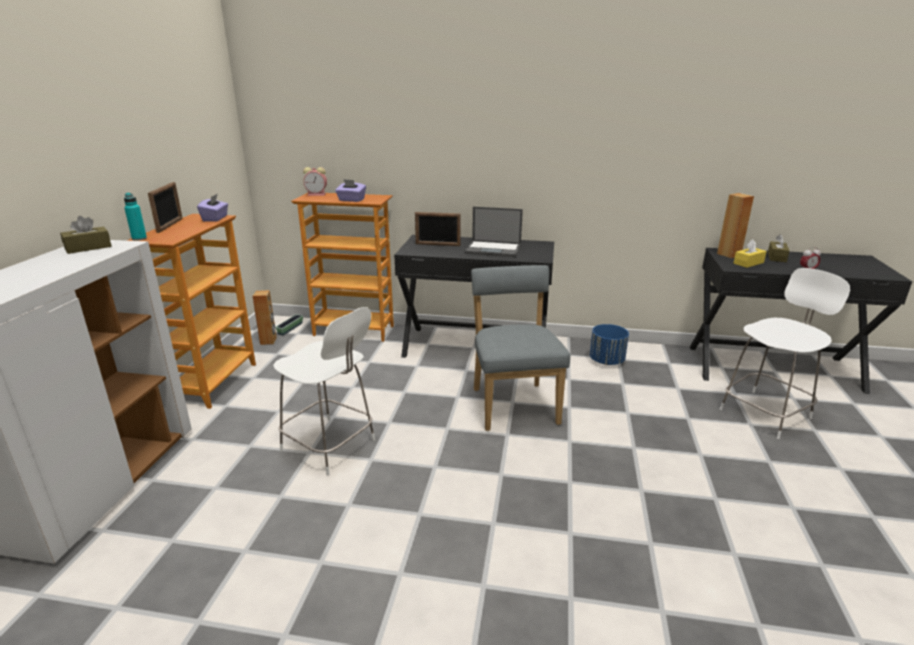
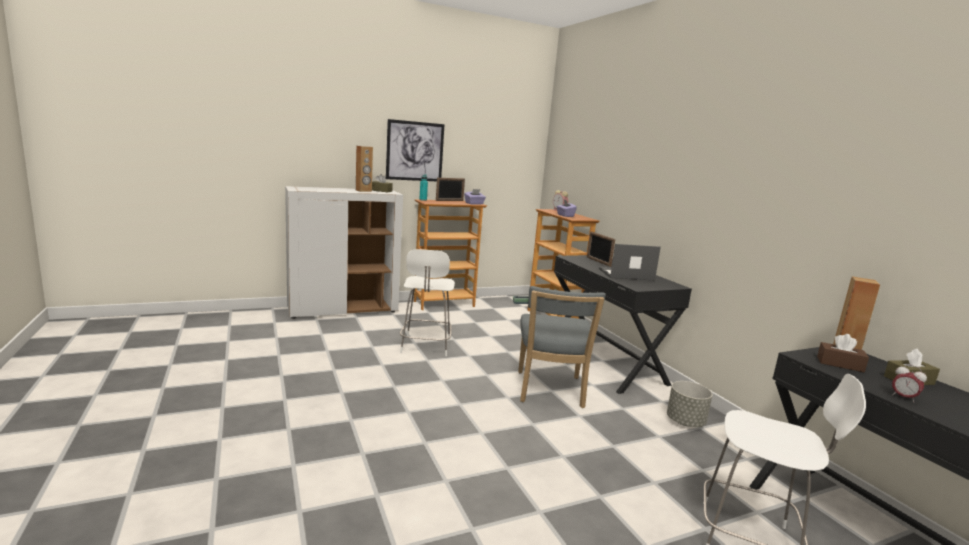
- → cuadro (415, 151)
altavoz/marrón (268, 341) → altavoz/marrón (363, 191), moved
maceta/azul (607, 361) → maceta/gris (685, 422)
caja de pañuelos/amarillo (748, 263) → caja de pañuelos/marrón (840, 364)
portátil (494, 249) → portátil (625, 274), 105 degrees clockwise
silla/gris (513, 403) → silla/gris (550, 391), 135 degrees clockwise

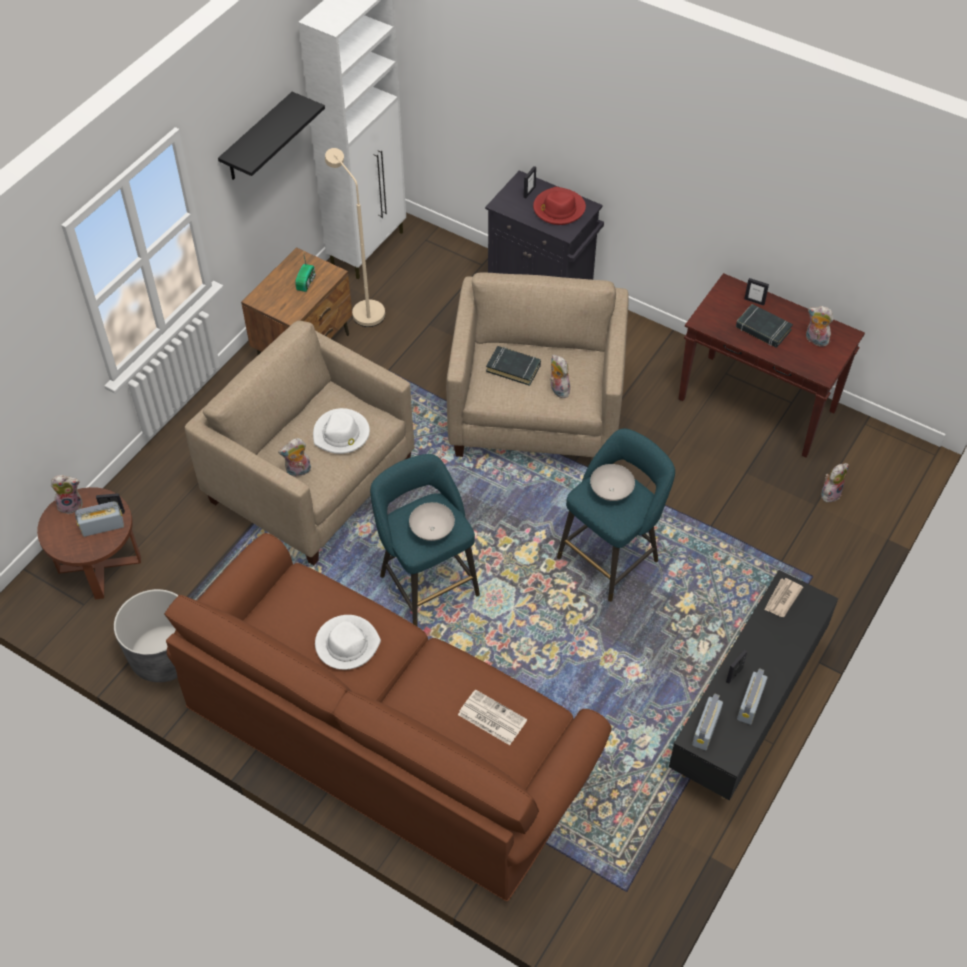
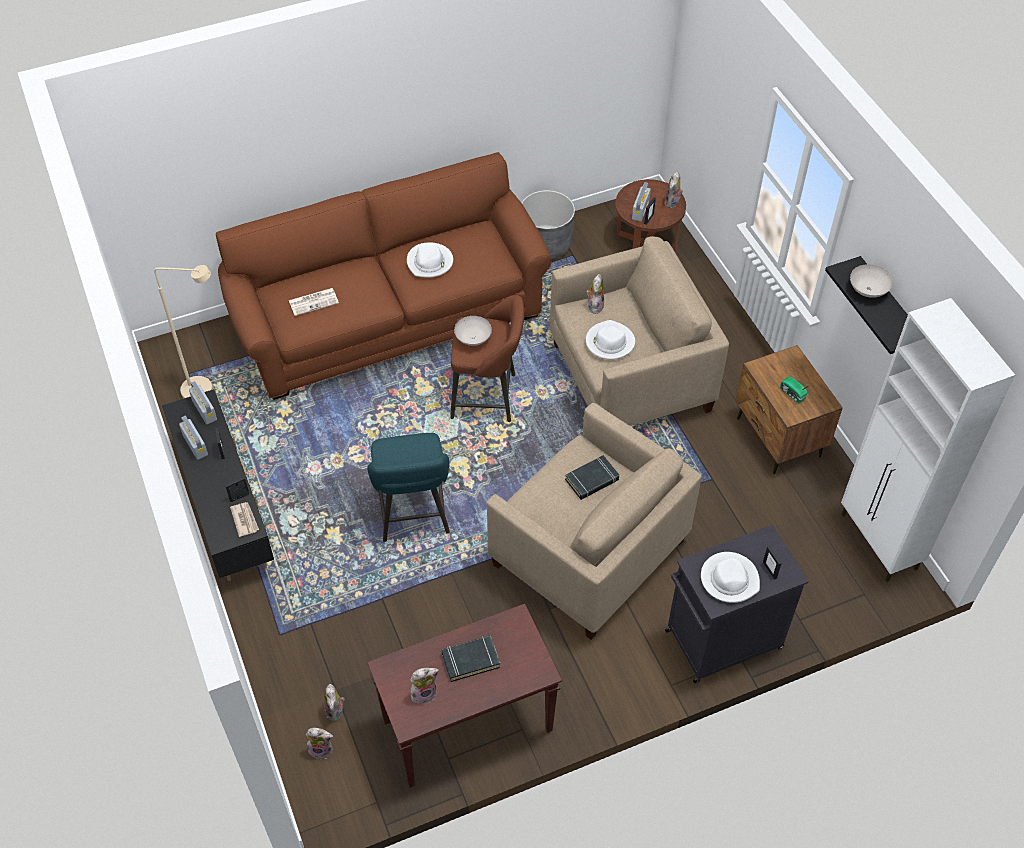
lámpara de pie/beis (363, 309) → lámpara de pie/beis (206, 390), moved
peluche (557, 389) → peluche (322, 749), moved
cuenco/blanco (611, 491) → cuenco/blanco (868, 290), moved
portarretratos (754, 301) → portarretratos (239, 497), moved
taburete/turquesa (426, 581) → taburete/marrón (488, 397)
sombrero/rojo (558, 209) → sombrero/blanco (729, 579)

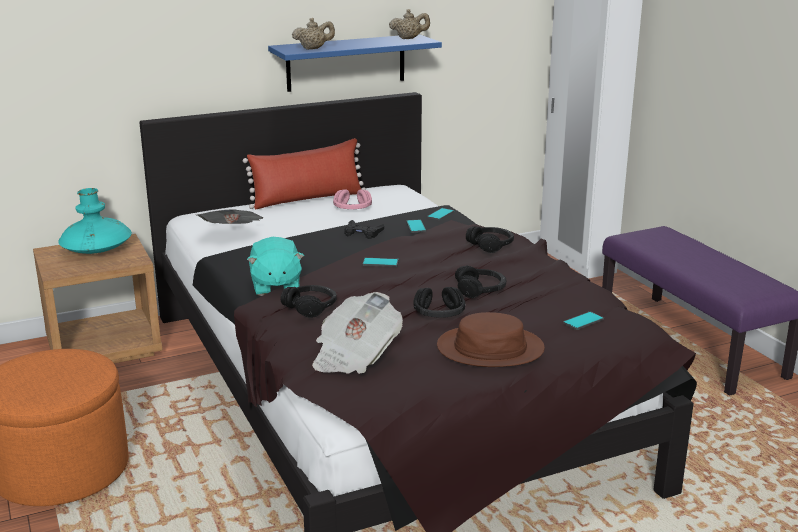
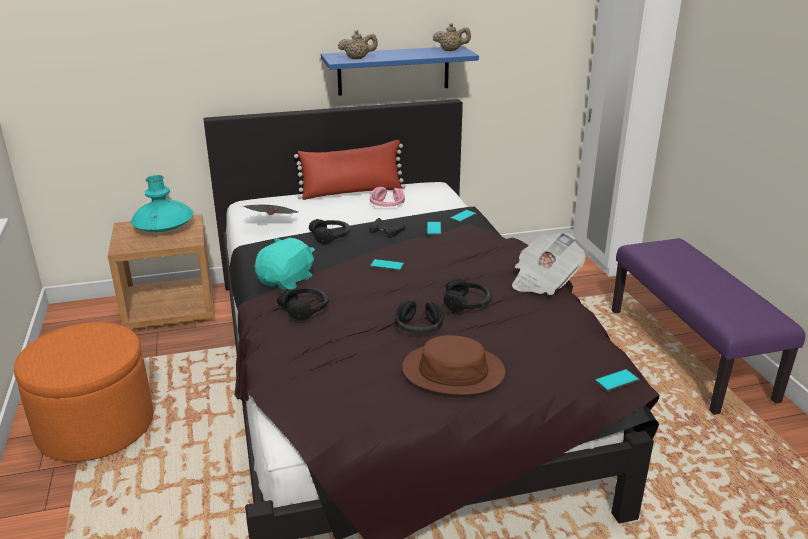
periódico (354, 356) → periódico (544, 281), moved
auriculares/negro (491, 245) → auriculares/negro (330, 237), moved
móvil (583, 321) → móvil (616, 380), moved
peluche/turquesa (275, 286) → peluche/turquesa (287, 282), 150 degrees counterclockwise

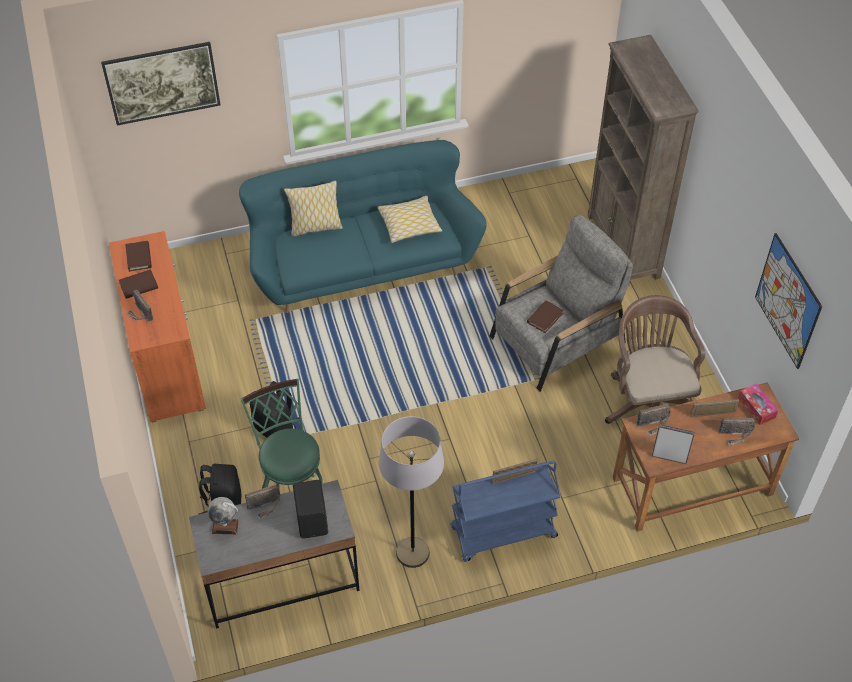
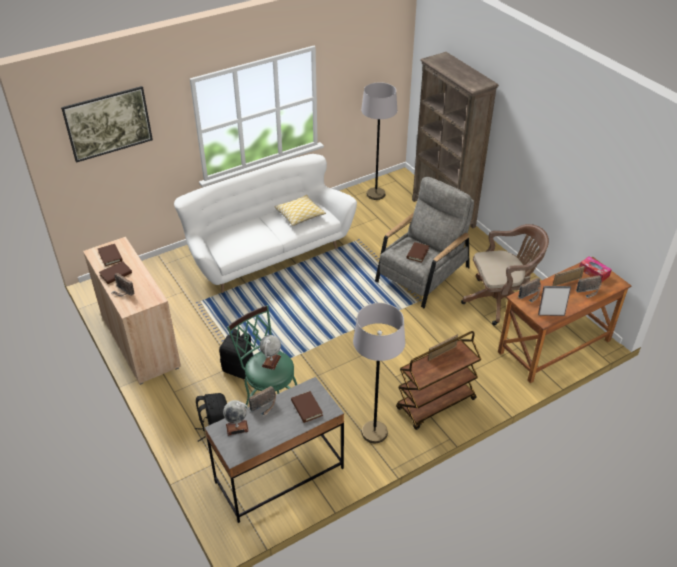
cojín (315, 227) → -
cuadro (787, 301) → -
- → globo terráqueo (271, 361)
- → lámpara de pie/gris (376, 194)
altavoz/negro (313, 520) → libro/marrón (306, 408)
armario/naranja (167, 362) → armario/beis (140, 341)
sofá/turquesa (362, 264) → sofá/blanco (267, 253)
carrito/azul (503, 533) → carrito/marrón (436, 404)
silla de oficina/marrón (647, 402) → silla de oficina/marrón (500, 301), 105 degrees clockwise

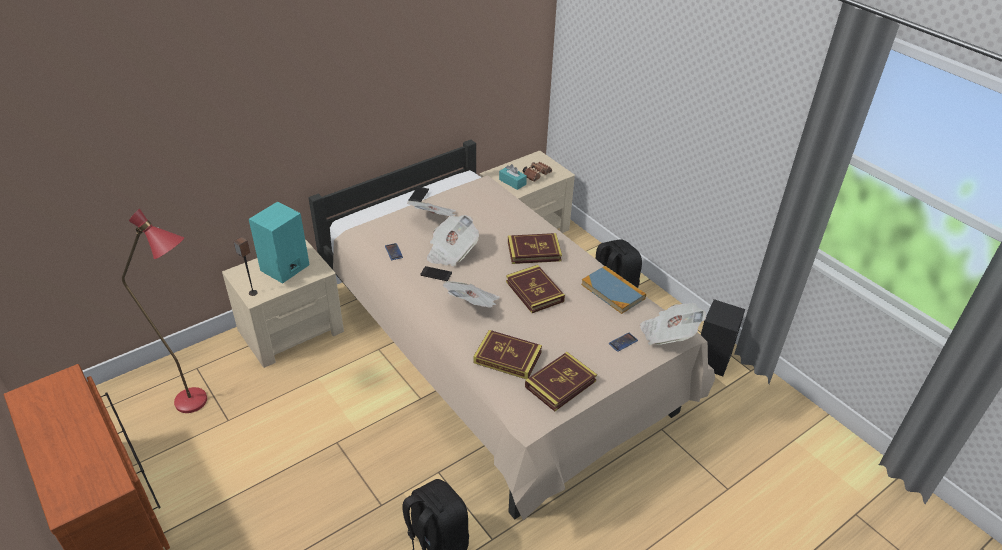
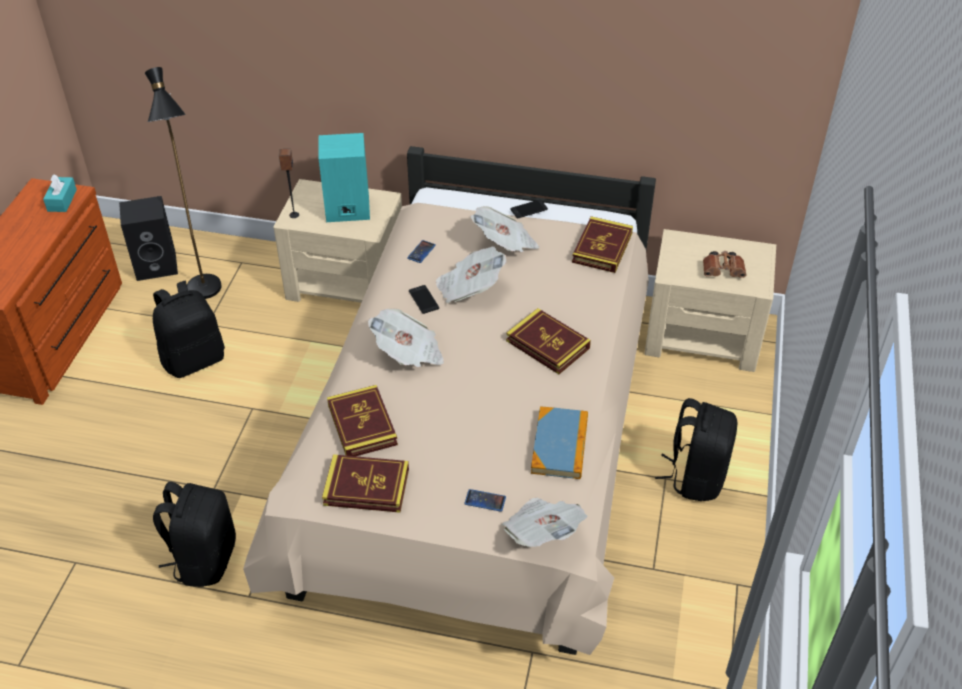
- → mochila/negro (194, 359)
caja de pañuelos/turquesa (512, 182) → caja de pañuelos/turquesa (62, 200), moved
libro (534, 291) → libro (602, 248), moved
altavoz/negro (711, 358) → altavoz/negro (157, 265), moved
lámpara de pie/rojo (201, 404) → lámpara de pie/negro (207, 296)

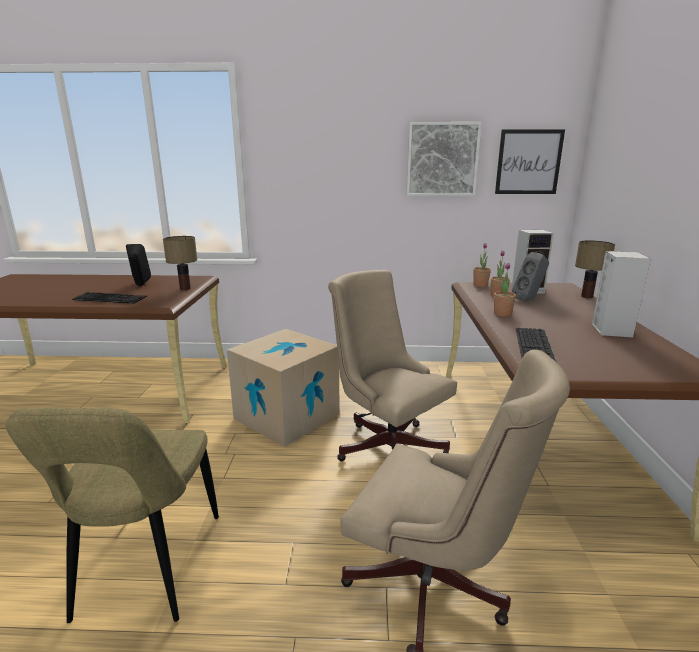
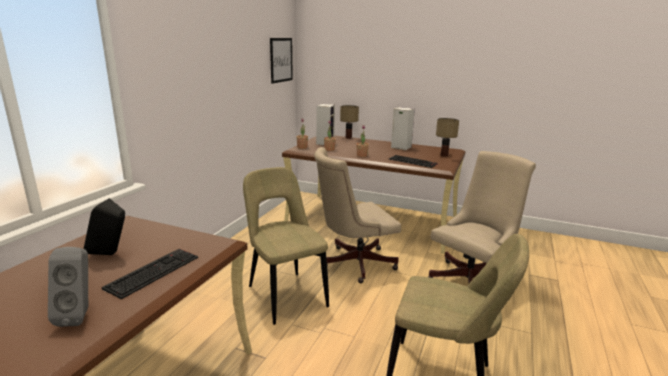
cuadro (442, 159) → -
lámpara de mesa (185, 288) → lámpara de mesa (443, 155), moved
altavoz/gris (529, 299) → altavoz/gris (80, 315), moved
caja de cartón (287, 416) → silla/beis (285, 294)

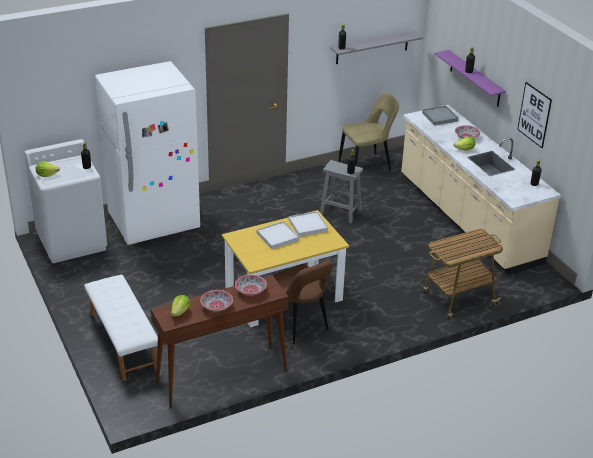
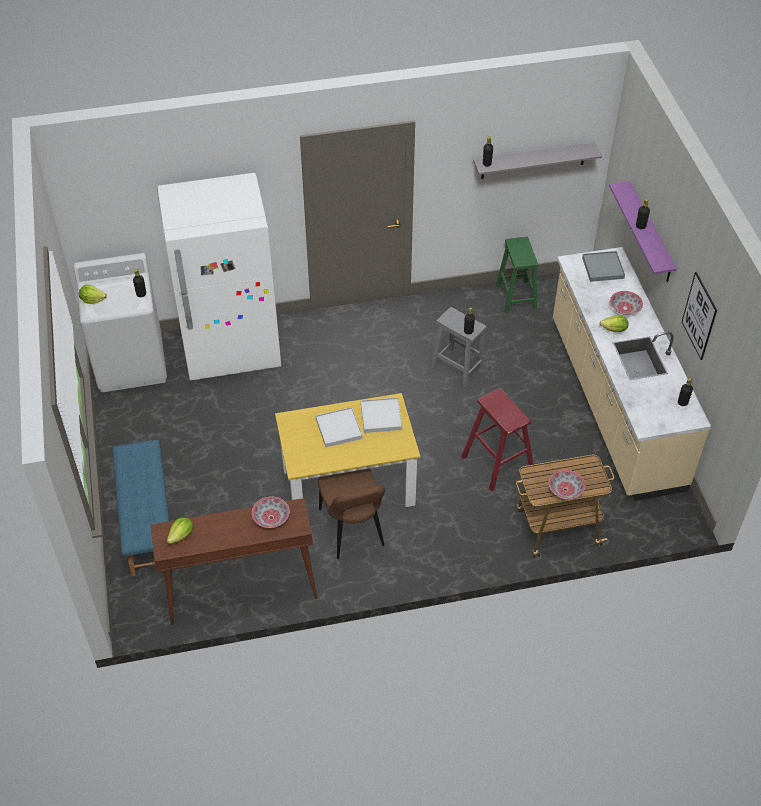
- → taburete/rojo (497, 462)
cuenco (216, 306) → cuenco (565, 490), moved
silla/beis (367, 165) → taburete/verde (516, 297)
banco/blanco (122, 341) → banco/azul (146, 520)

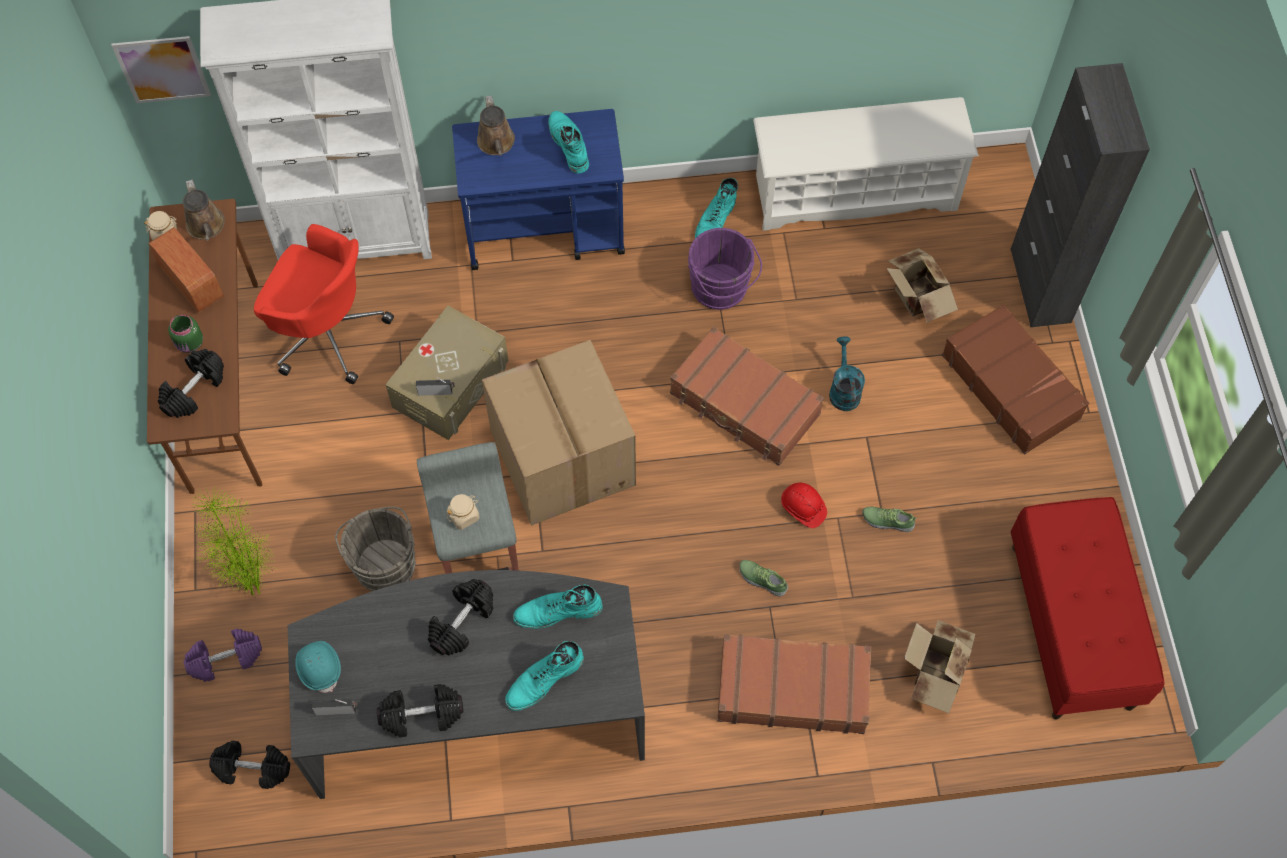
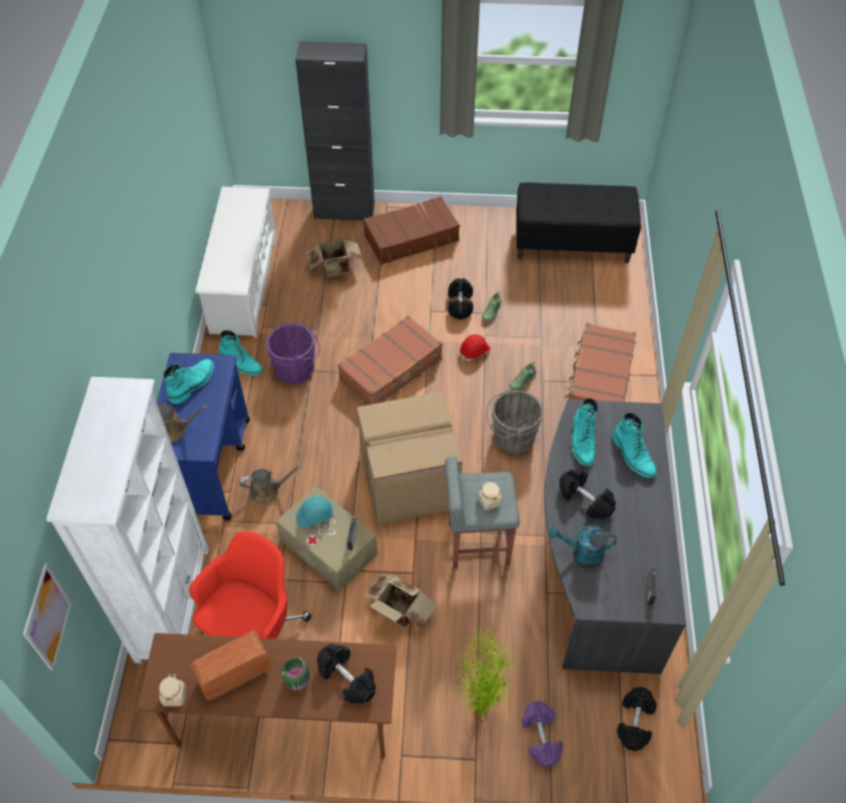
regadera/marrón (206, 226) → regadera/marrón (267, 491), moved
casco/turquesa (319, 667) → casco/turquesa (315, 516), moved
cubo/gris (384, 562) → cubo/gris (511, 437), moved
mancuerna/negro (422, 715) → mancuerna/negro (460, 305), moved
regadera/turquesa (843, 389) → regadera/turquesa (582, 552), moved
caja de cartón (934, 674) → caja de cartón (399, 613), moved
banco/rojo (1072, 626) → banco/negro (572, 243)
bota/turquesa (568, 144) → bota/turquesa (192, 384), 135 degrees clockwise

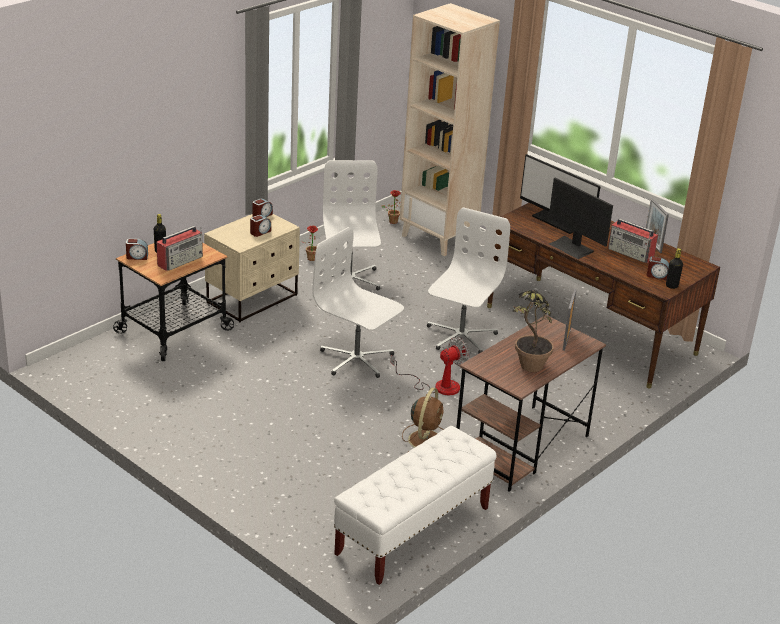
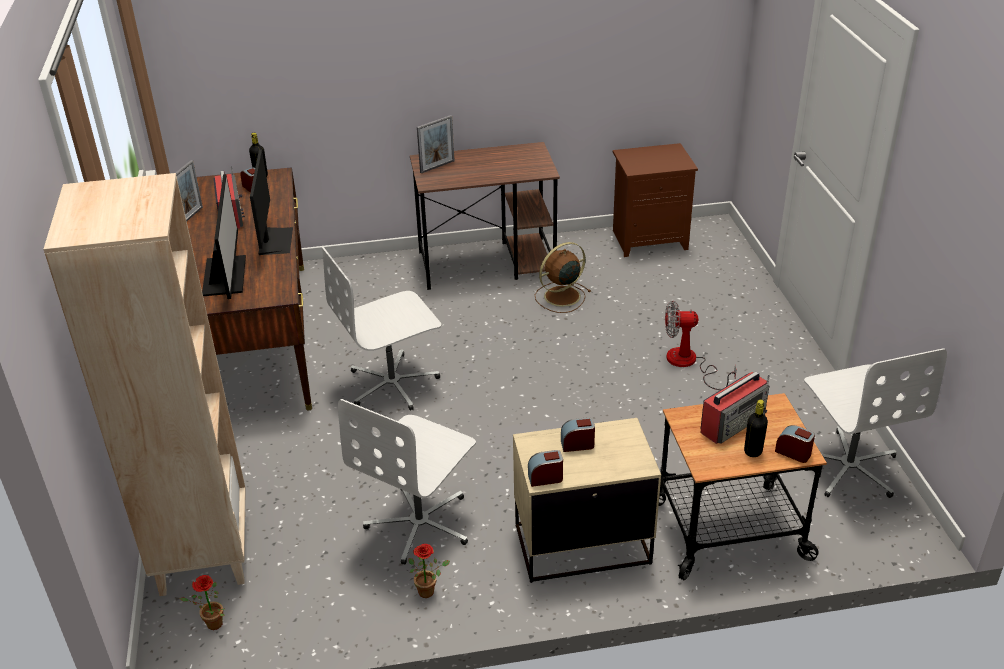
planta en maceta (527, 369) → -
silla de oficina/blanco (356, 359) → silla de oficina/blanco (849, 466), moved
ventilador (438, 386) → ventilador (689, 363), moved
banco/blanco (412, 531) → mesita de noche/marrón (650, 239)
radio (181, 260) → radio (733, 423), 150 degrees clockwise

